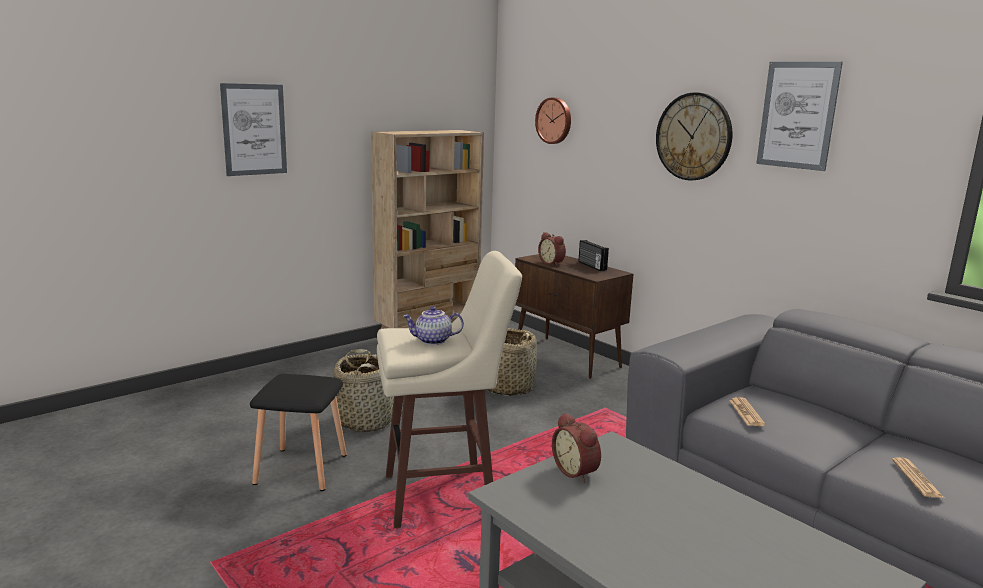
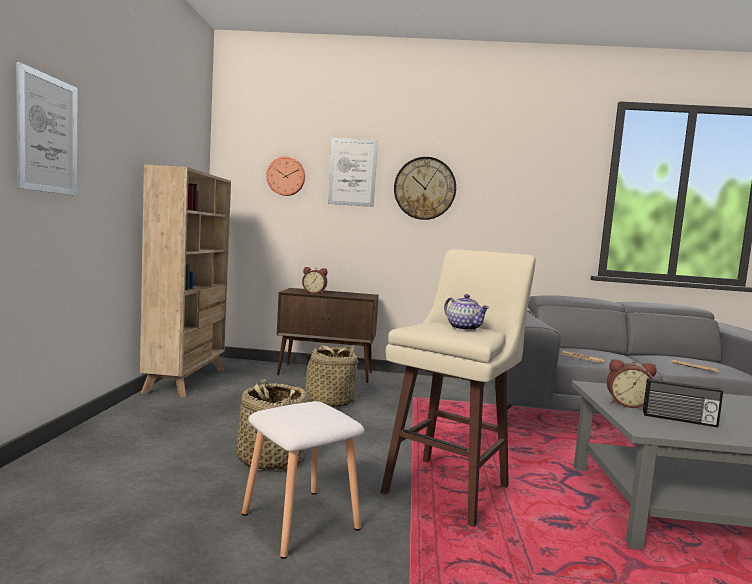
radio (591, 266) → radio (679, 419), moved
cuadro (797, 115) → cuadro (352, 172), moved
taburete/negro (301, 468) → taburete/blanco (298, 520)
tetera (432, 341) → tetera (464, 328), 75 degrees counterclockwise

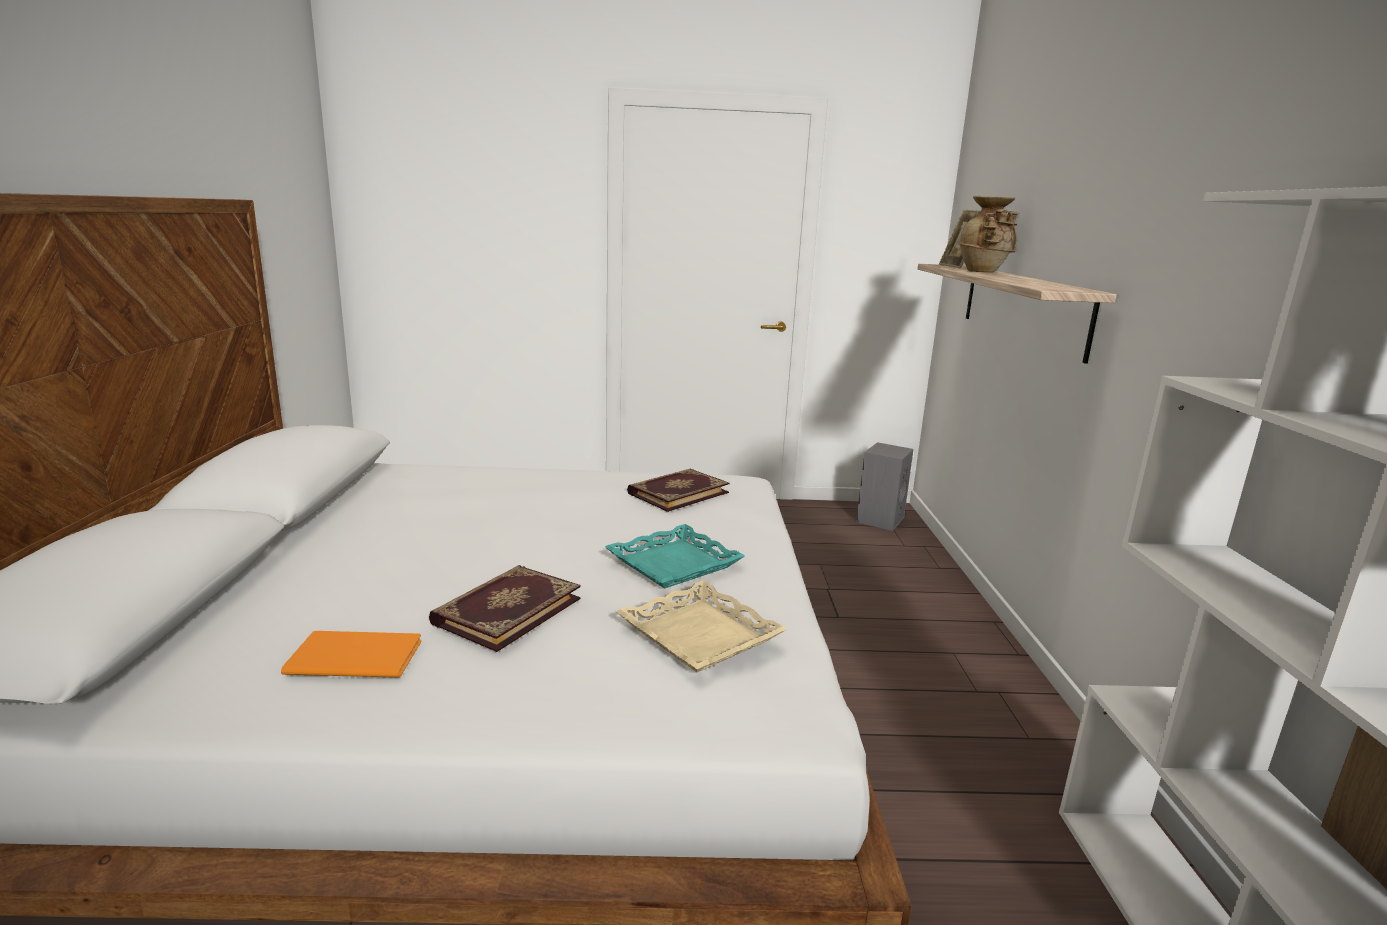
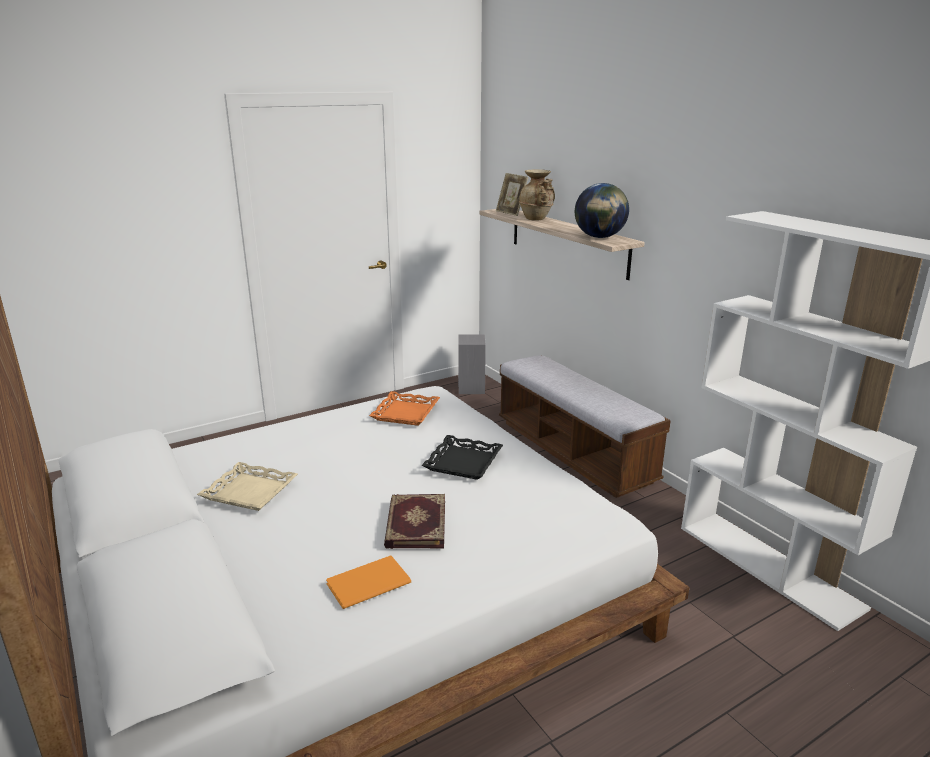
- → banco (573, 451)
- → globo terráqueo (599, 237)
bandeja/beis (701, 634) → bandeja/beis (250, 491), moved
libro (677, 493) → bandeja/naranja (405, 413)
bandeja/turquesa (673, 563) → bandeja/negro (462, 462)

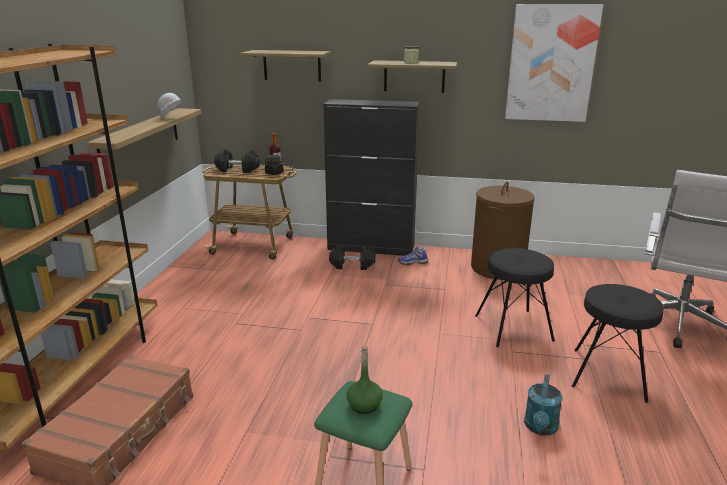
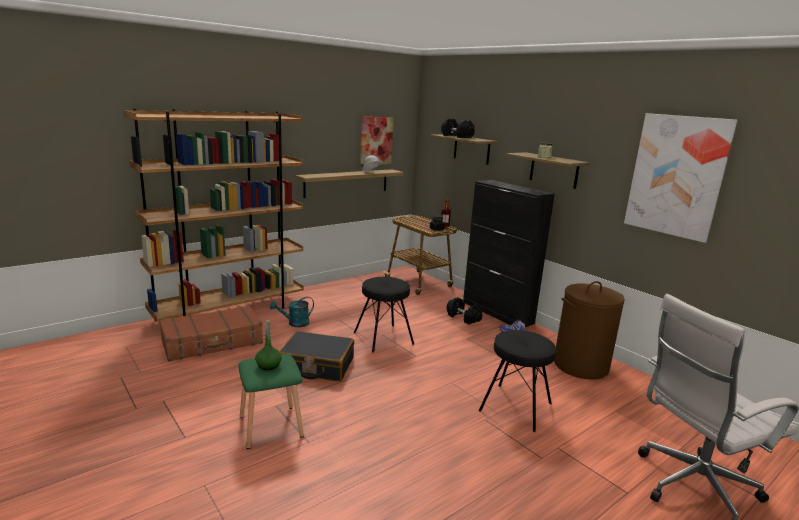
- → maleta/negro (317, 365)
- → cuadro (376, 140)
mancuerna/negro (237, 170) → mancuerna/negro (456, 136), moved
regadera/turquesa (540, 428) → regadera/turquesa (294, 323), moved
taburete/negro (609, 374) → taburete/negro (383, 338), moved

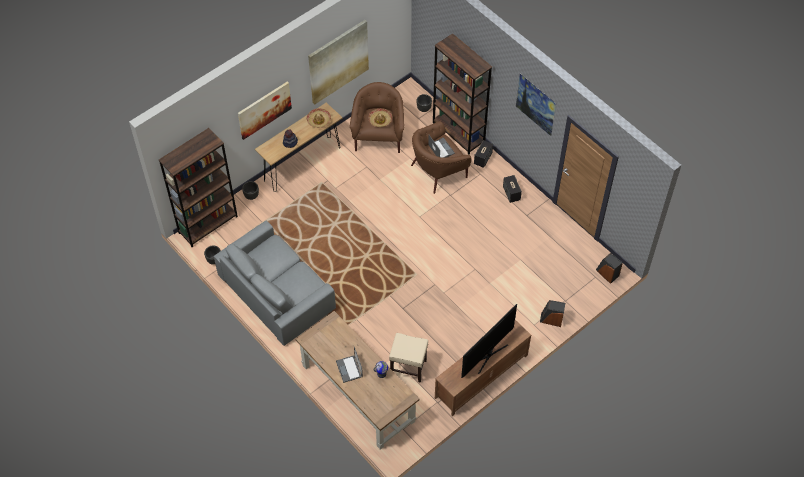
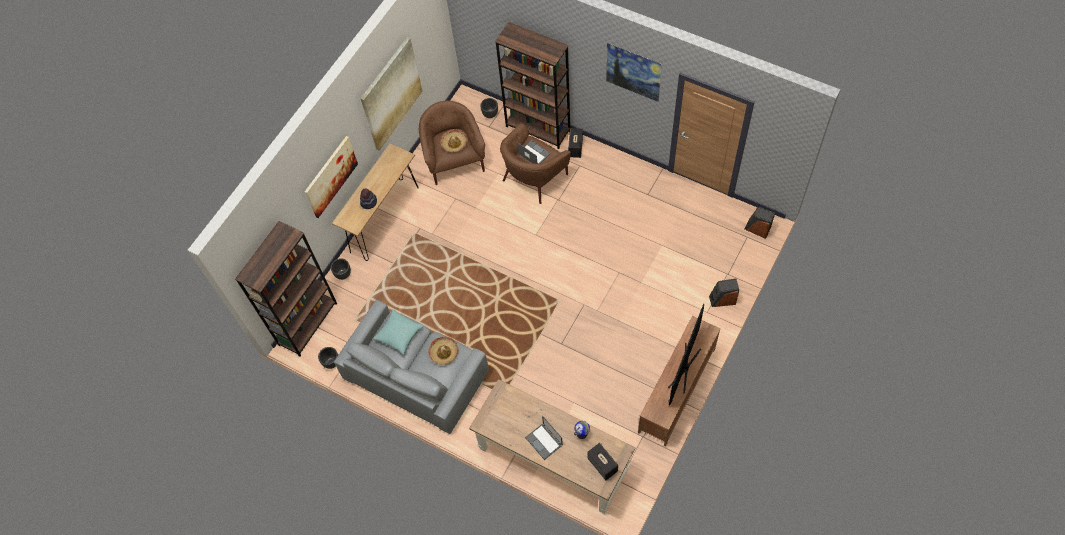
taburete/beis (408, 368) → -
- → cojín/turquesa (399, 334)
sombrero (319, 120) → sombrero (444, 352), moved
altavoz (511, 193) → altavoz (602, 465), moved

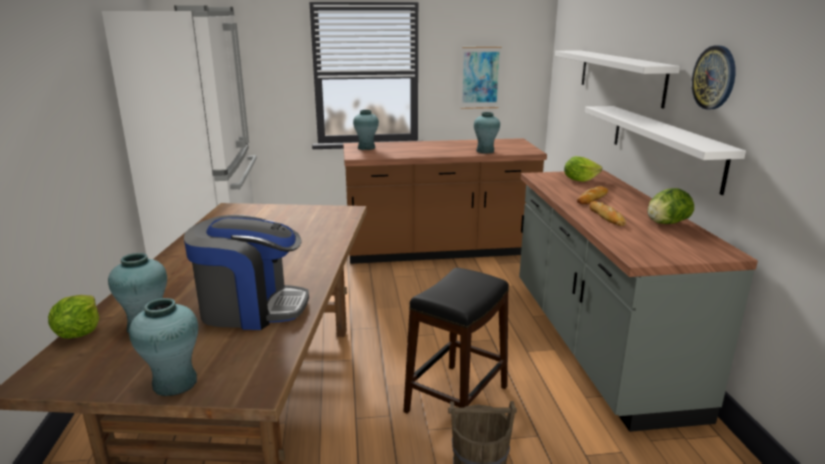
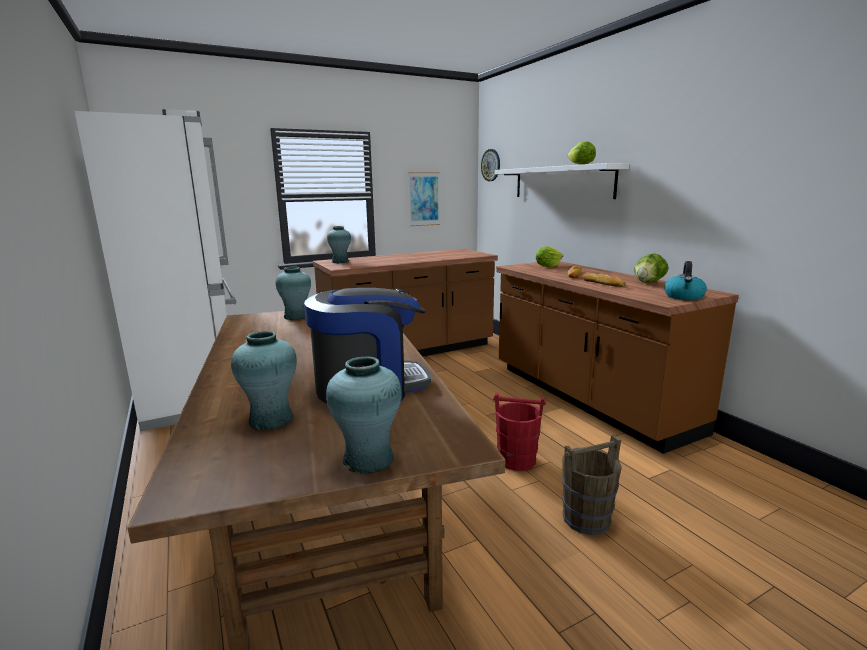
estante/blanco (664, 145) → -
- → hervidor (684, 297)
lechuga (79, 332) → lechuga (581, 164), moved
florero/turquesa (485, 151) → florero/turquesa (296, 316), moved
reloj de pared (714, 77) → reloj de pared (491, 165), moved
taburete/negro (457, 399) → cubo/rojo (517, 460)
mueble bajo de cocina/gris (595, 344) → mueble bajo de cocina/marrón (587, 398)

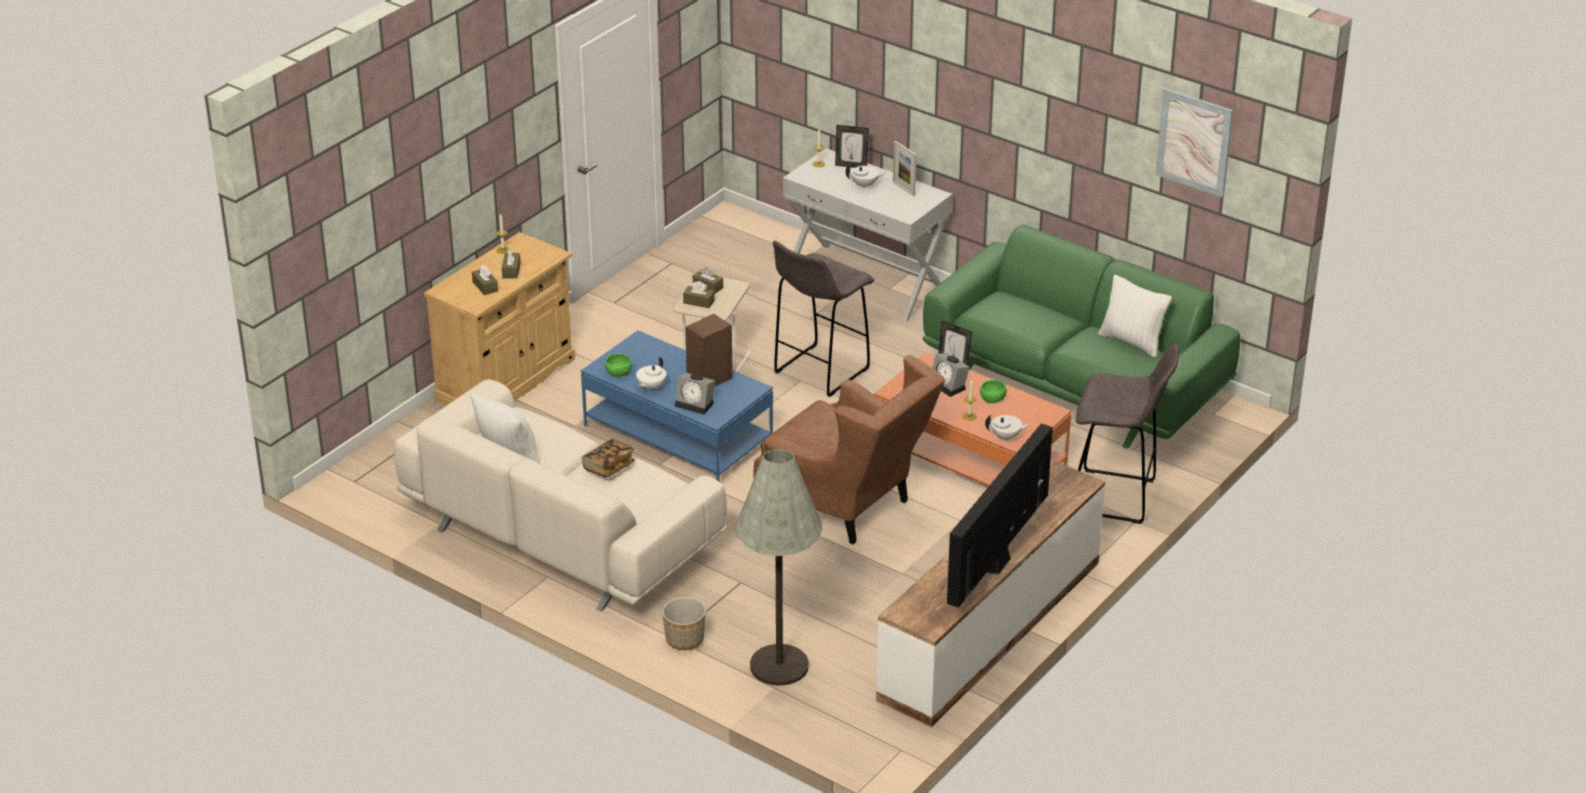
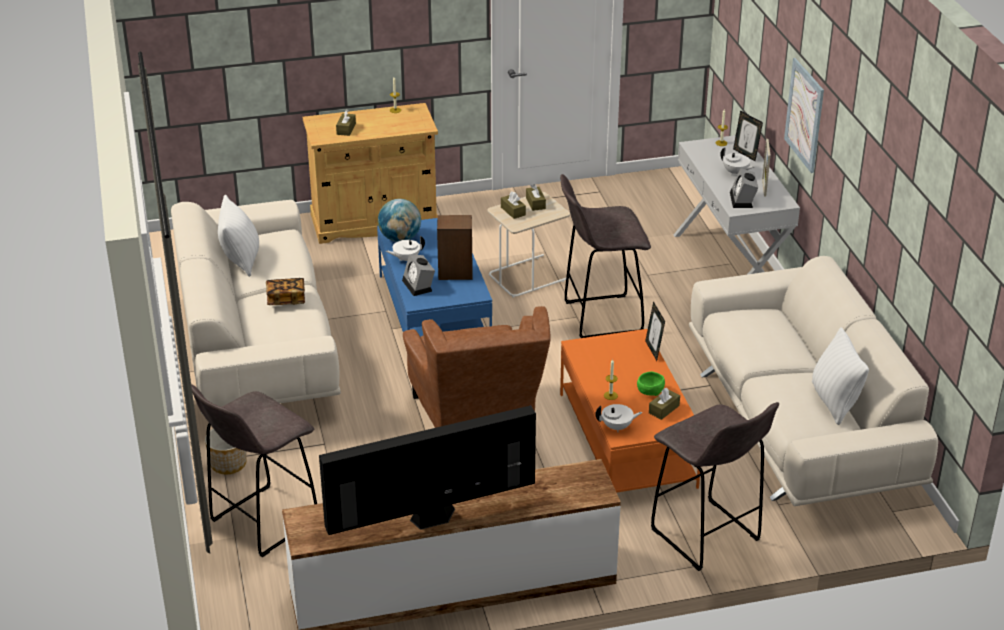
caja de pañuelos/marrón (511, 271) → caja de pañuelos/marrón (664, 409), moved
despertador (949, 385) → despertador (743, 200), moved
cuadro (1194, 142) → cuadro (804, 115), moved
cuenco/verde (619, 372) → globo terráqueo (400, 238)
lámpara de pie/gris (779, 666) → taburete/gris (261, 522)
sofá/verde (1076, 383) → sofá/beis (800, 425)
tetera/blanco (1006, 437) → tetera/blanco (617, 427), 45 degrees counterclockwise

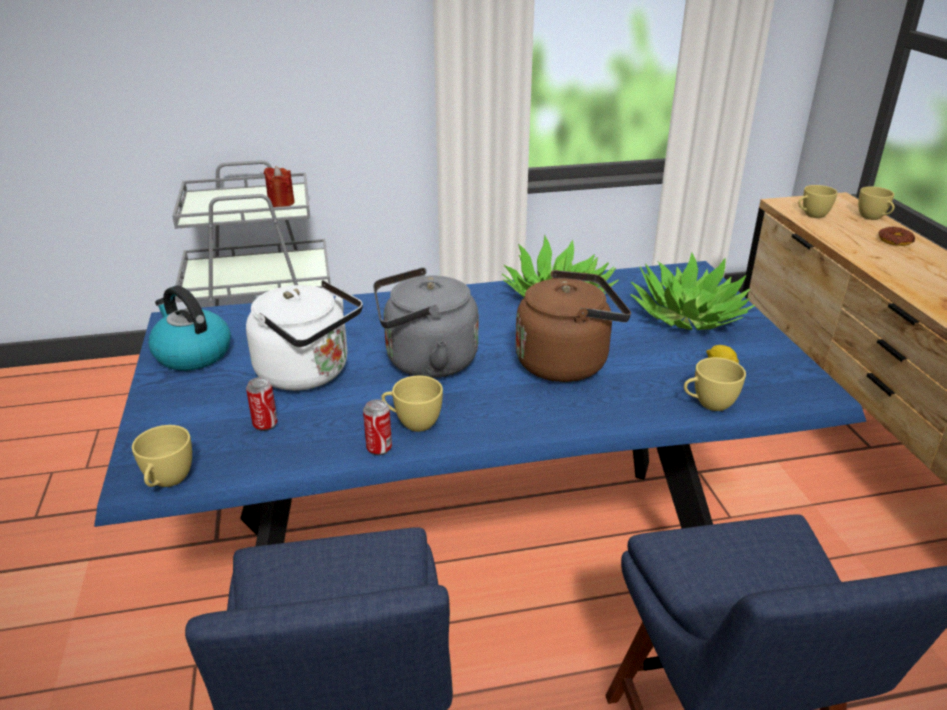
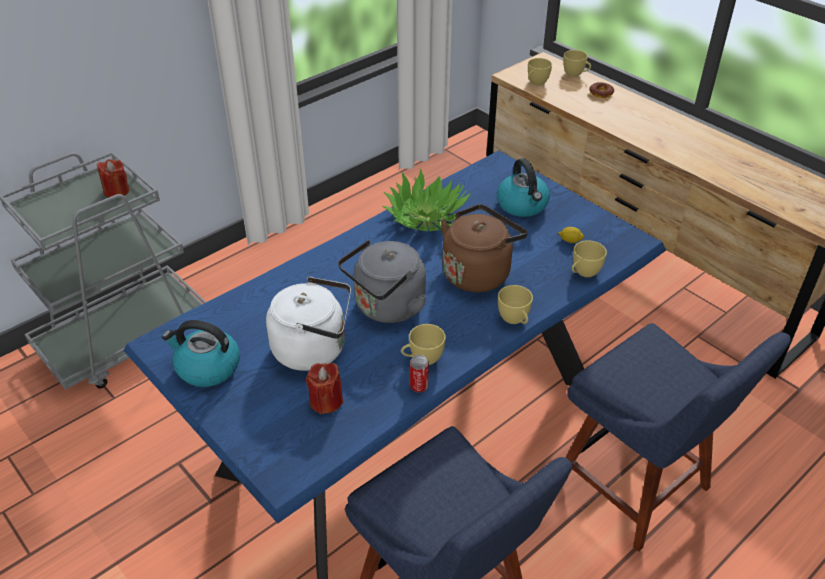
taza/amarillo (167, 482) → taza/amarillo (515, 320), moved
lata (265, 424) → vela/rojo (326, 401)
planta en maceta (688, 316) → hervidor (523, 205)

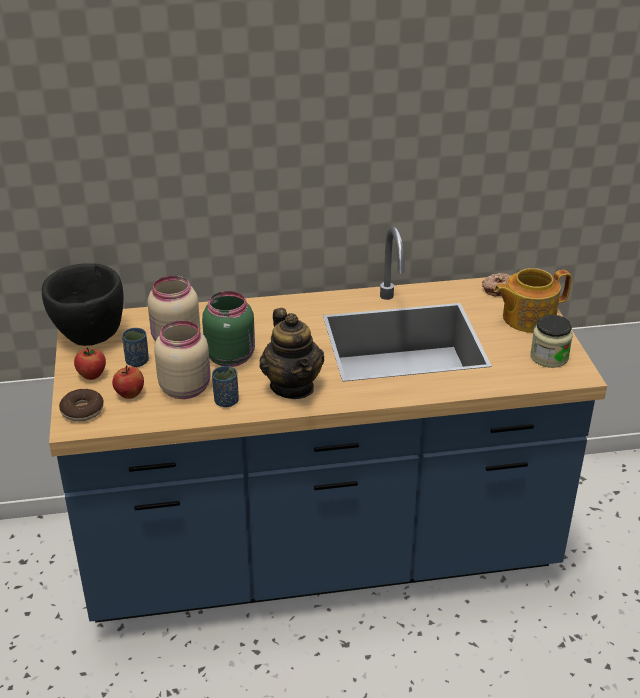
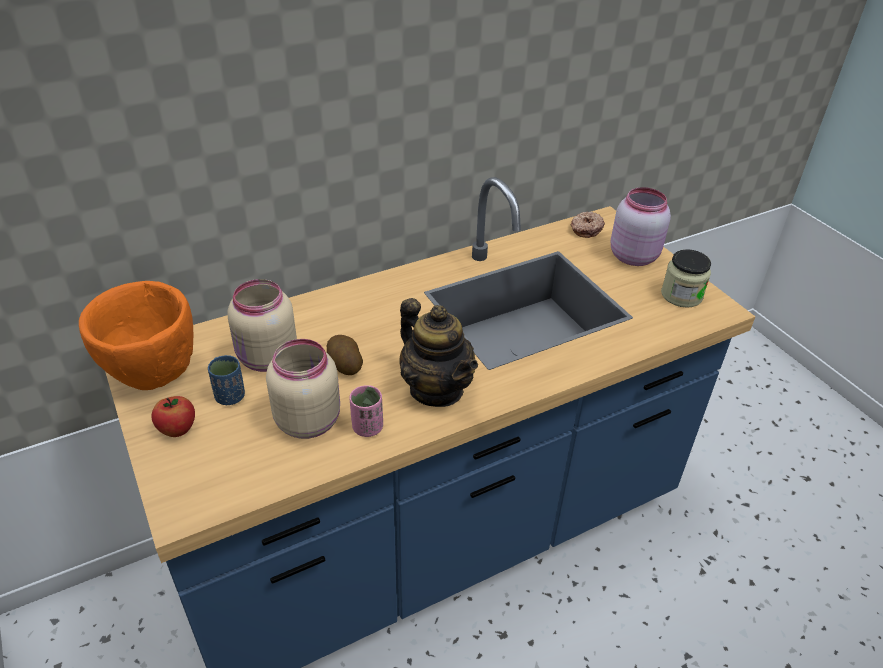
rosquilla (82, 411) → -
manzana (130, 394) → -
tarro/verde (231, 356) → patata (344, 365)
tetera (527, 318) → tarro/rosa (633, 255)
cuenco/negro (90, 338) → cuenco/naranja (154, 376)
taza/azul (226, 401) → taza/rosa (367, 427)

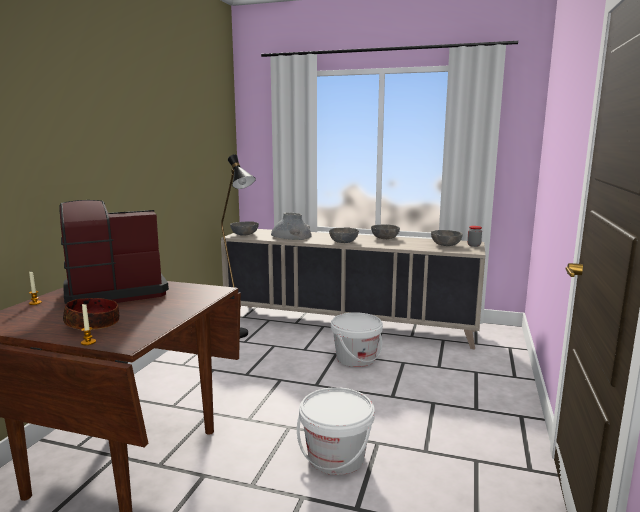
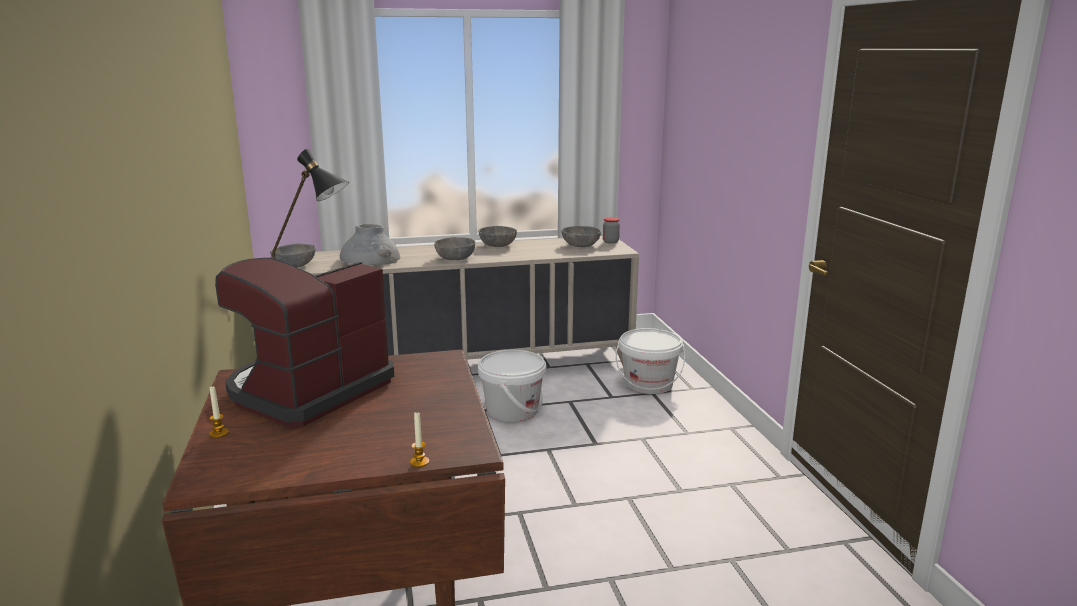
cuenco (93, 325) → -
cubo/blanco (336, 457) → cubo/blanco (648, 384), moved

